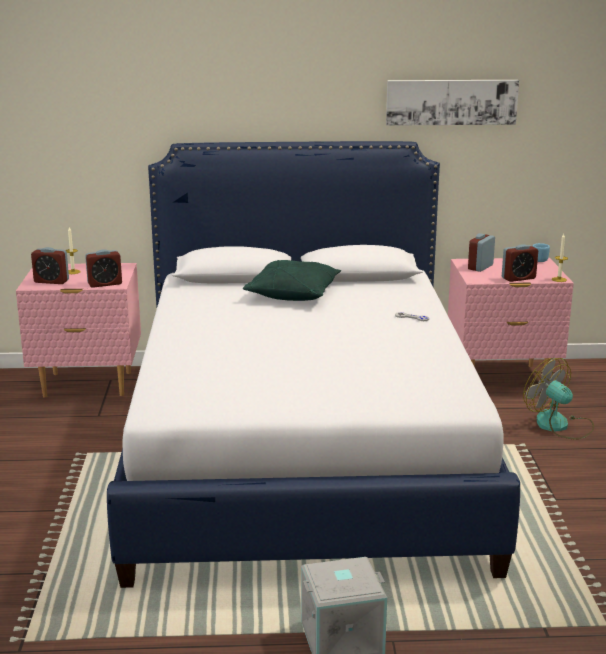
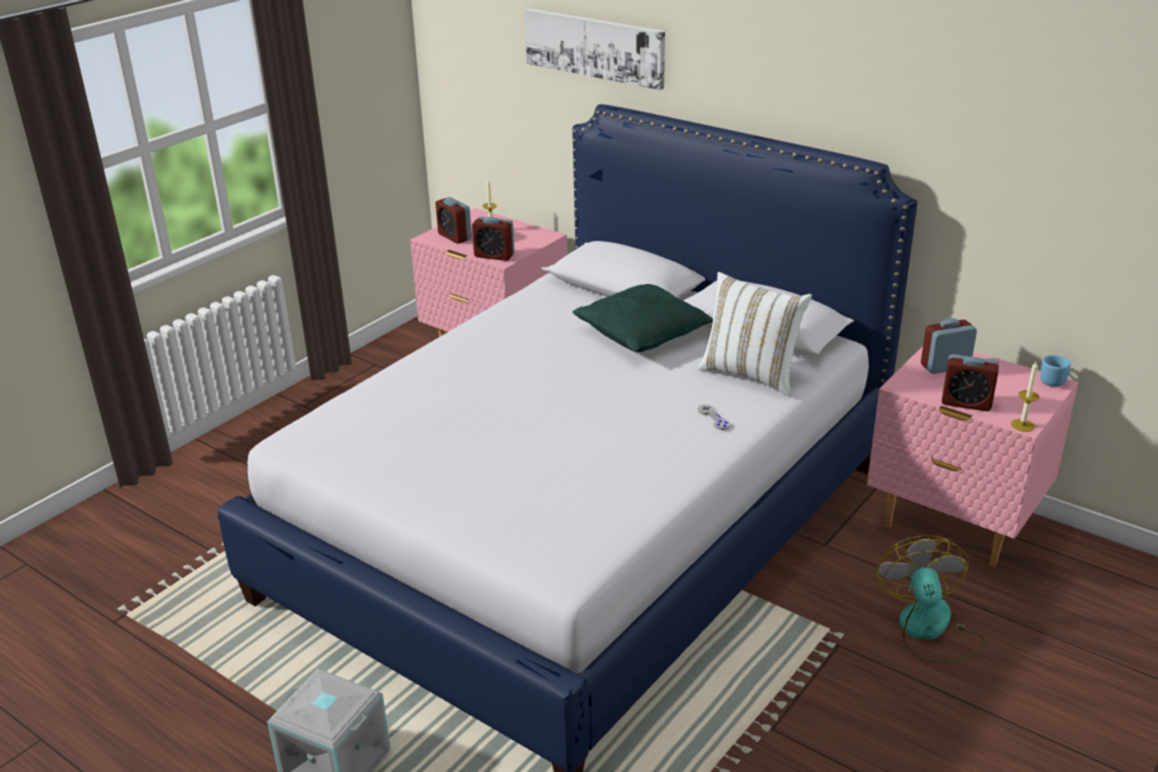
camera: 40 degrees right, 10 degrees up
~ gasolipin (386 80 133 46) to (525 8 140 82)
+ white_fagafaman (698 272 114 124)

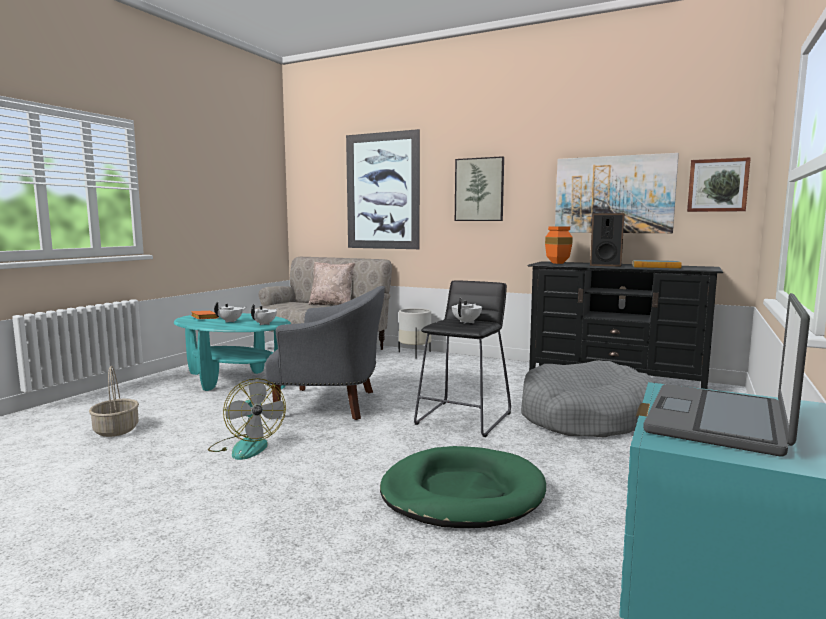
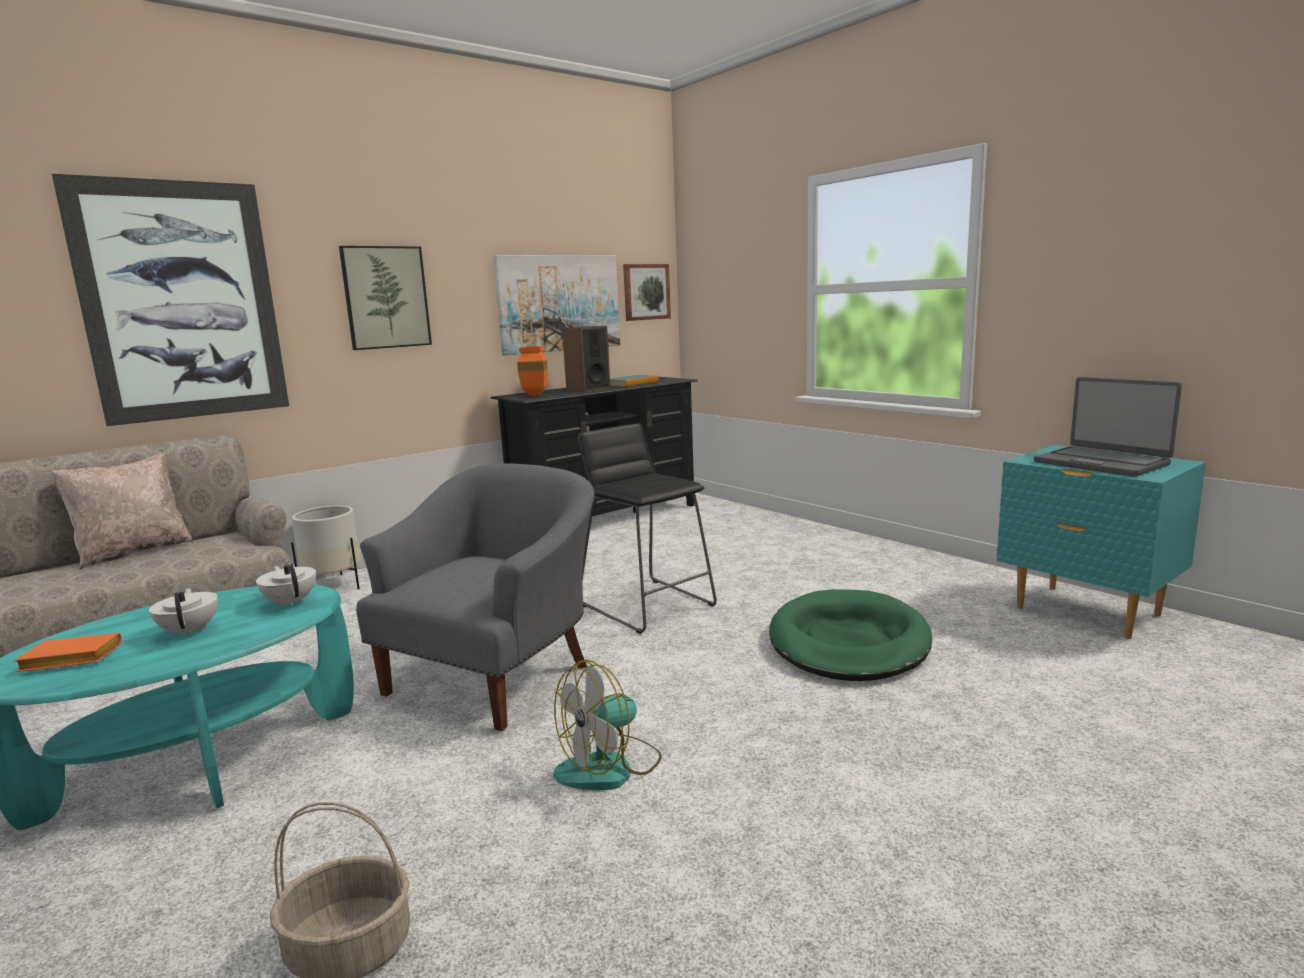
camera: 65 degrees left, 5 degrees up
~ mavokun (208 378 78 82) = (553 659 109 132) 150 degrees clockwise
- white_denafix (452 298 30 26)
- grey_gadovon (521 360 133 78)

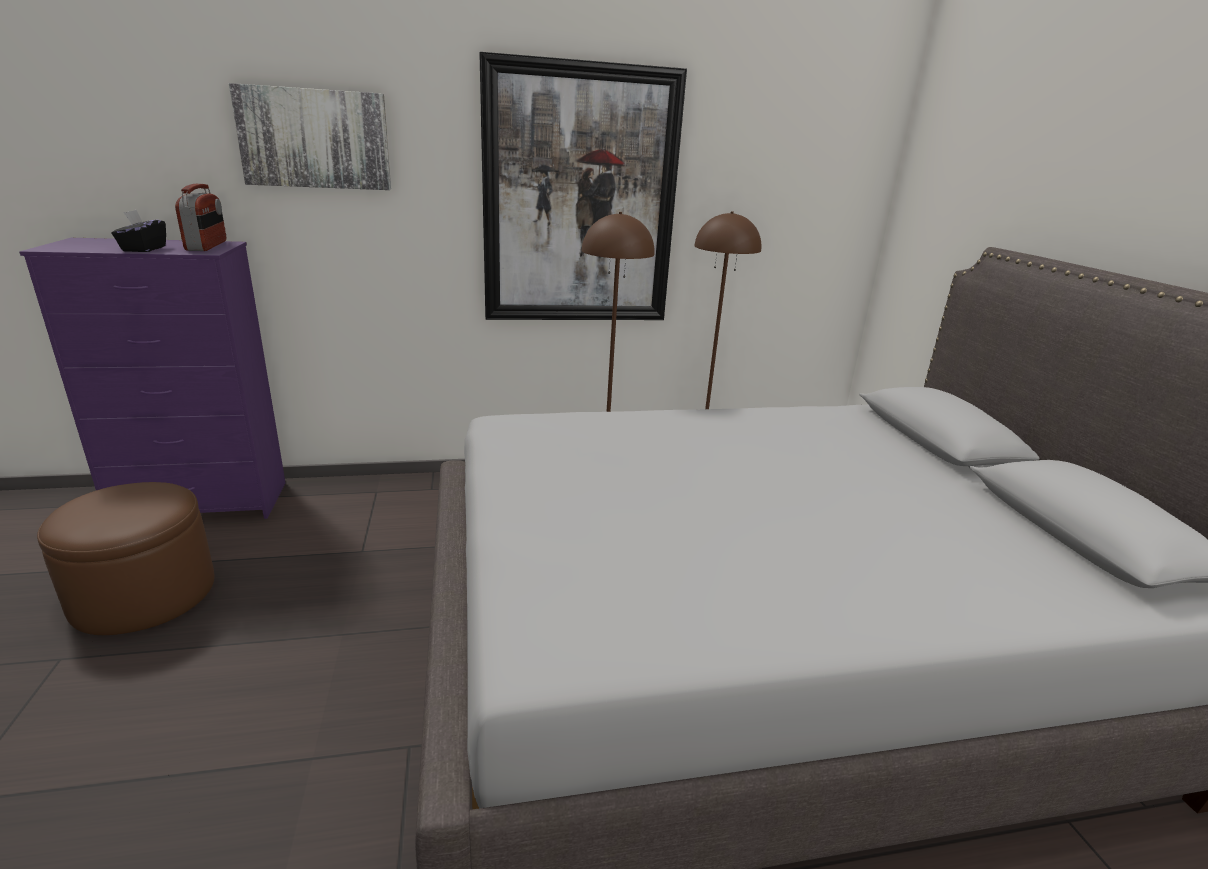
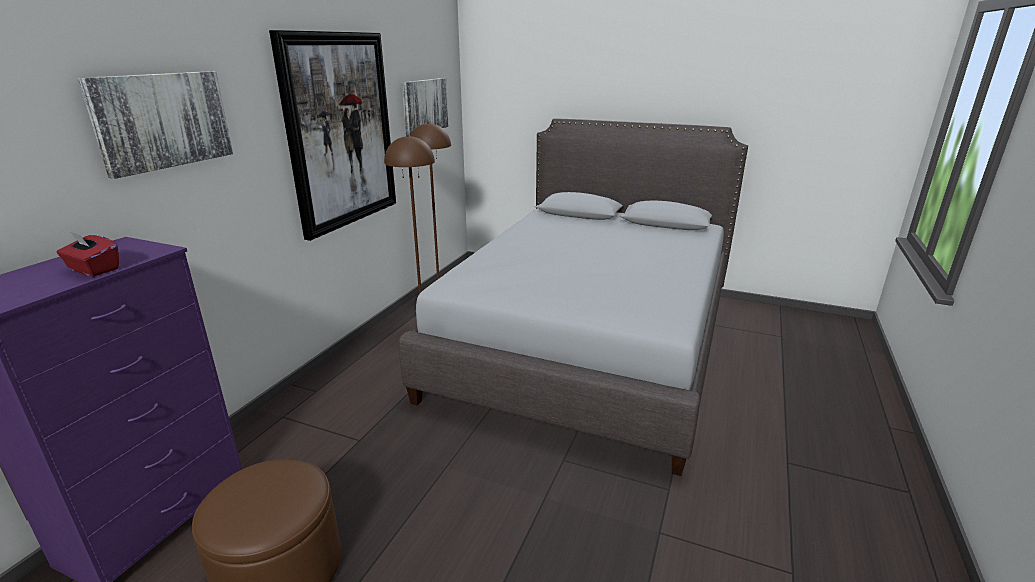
camera: 55 degrees left, 0 degrees up
~ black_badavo (111 210 55 42) to red_badavo (56 232 63 45)
- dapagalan (175 184 52 67)
+ gasolipin (402 78 47 58)

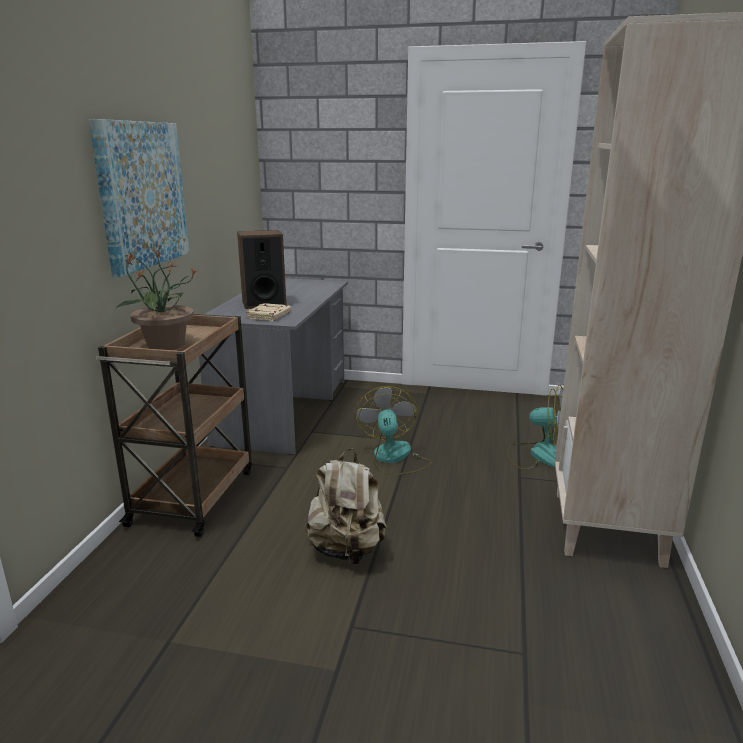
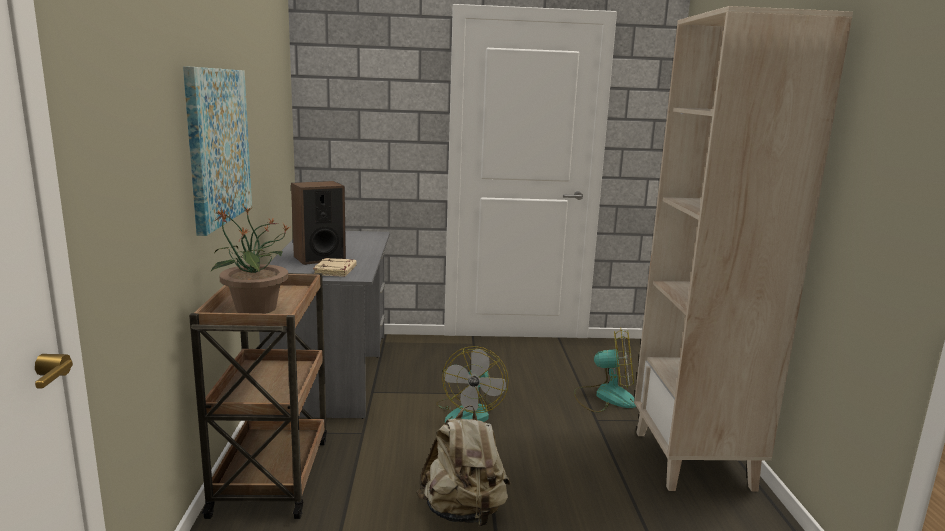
camera: 15 degrees left, 5 degrees down
~ mavokun (355 386 77 89) = (436 346 73 76) 150 degrees counterclockwise

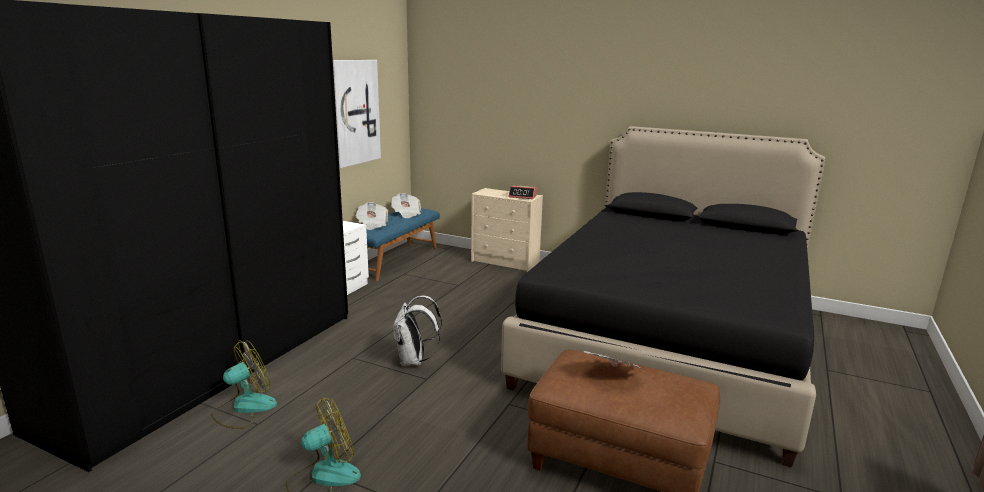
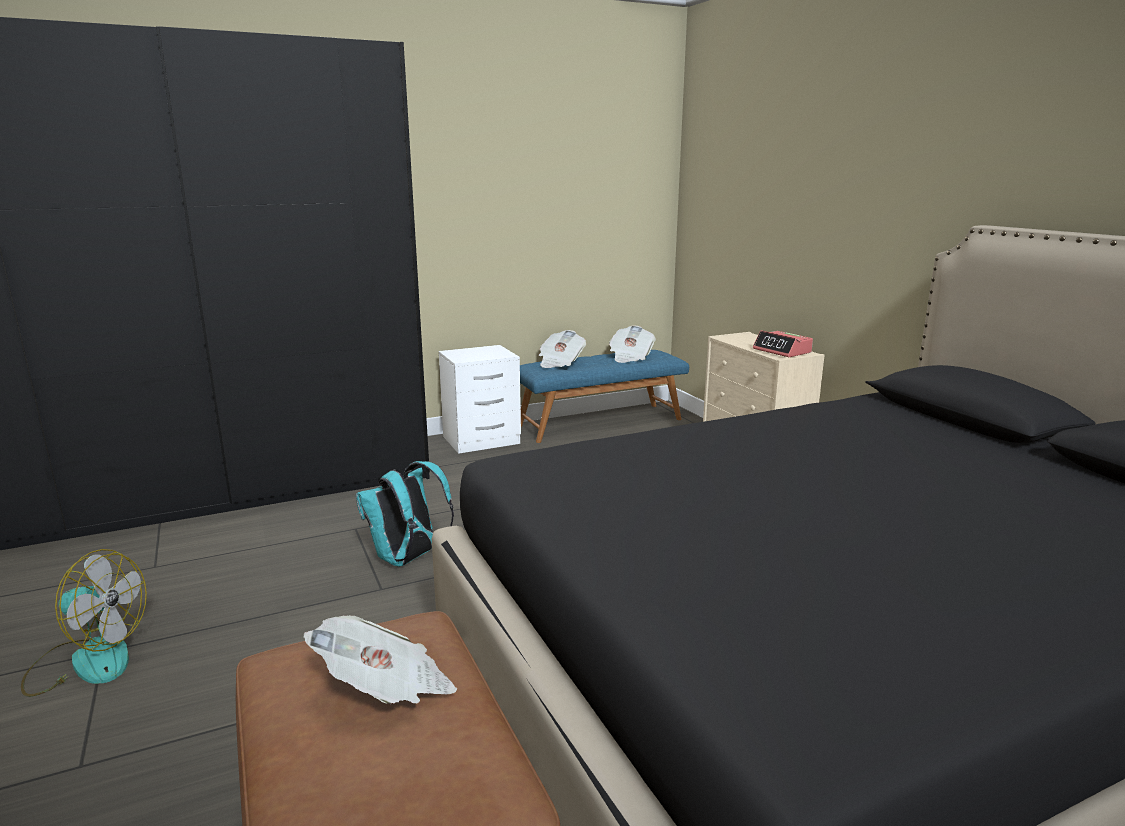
camera: 40 degrees right, 0 degrees up
- mavokun (211 340 66 89)
- gasolipin (333 60 48 108)
~ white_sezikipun (393 295 49 71) to turquoise_sezikipun (356 461 98 106)

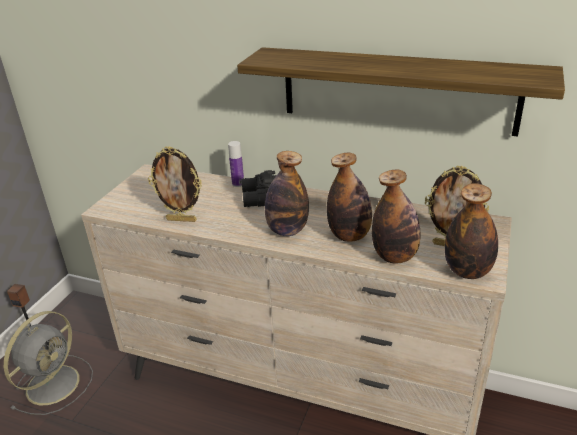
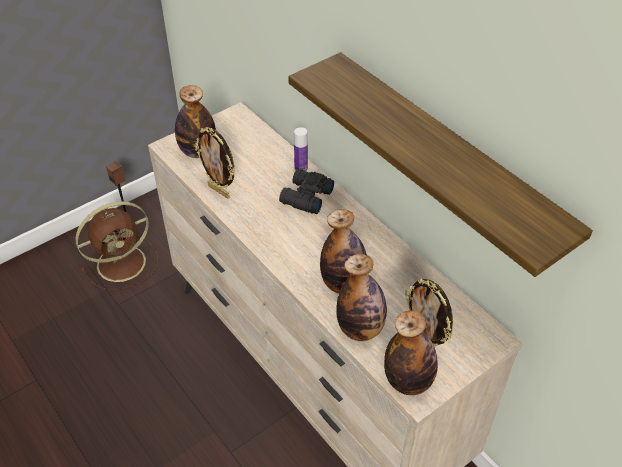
camera: 30 degrees right, 15 degrees up
~ grey_mavokun (4 311 89 104) to brown_mavokun (75 201 83 90)
~ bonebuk (265 151 44 85) to (175 85 41 73)

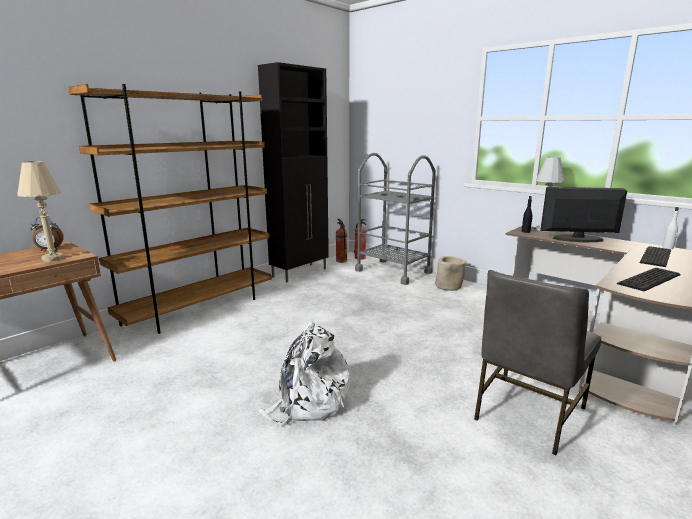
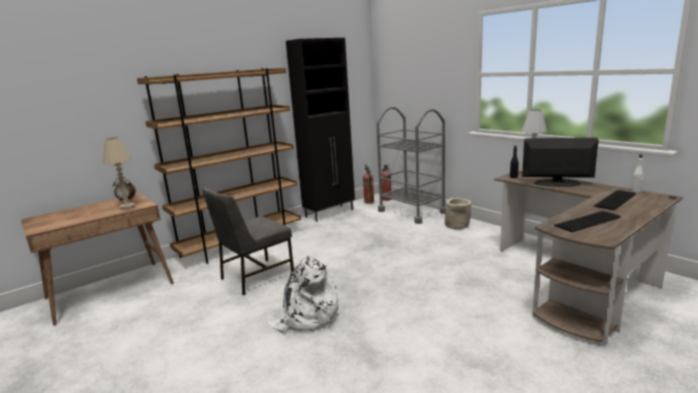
camera: 10 degrees right, 0 degrees up
~ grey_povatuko (474 270 127 185) to (203 188 92 107)

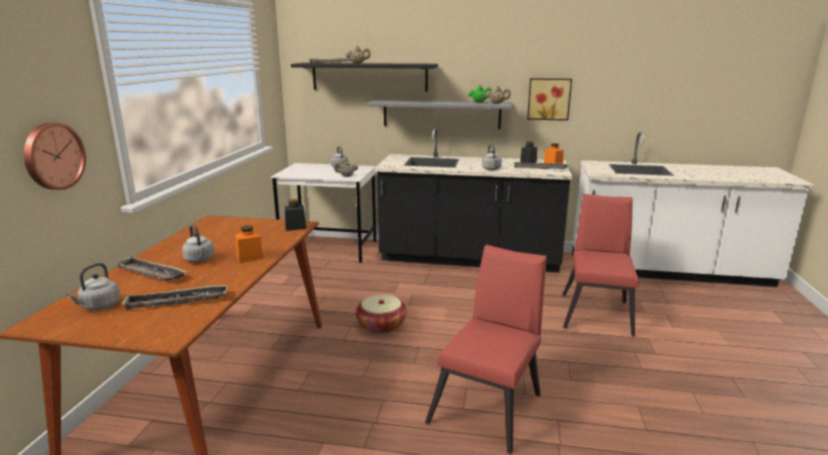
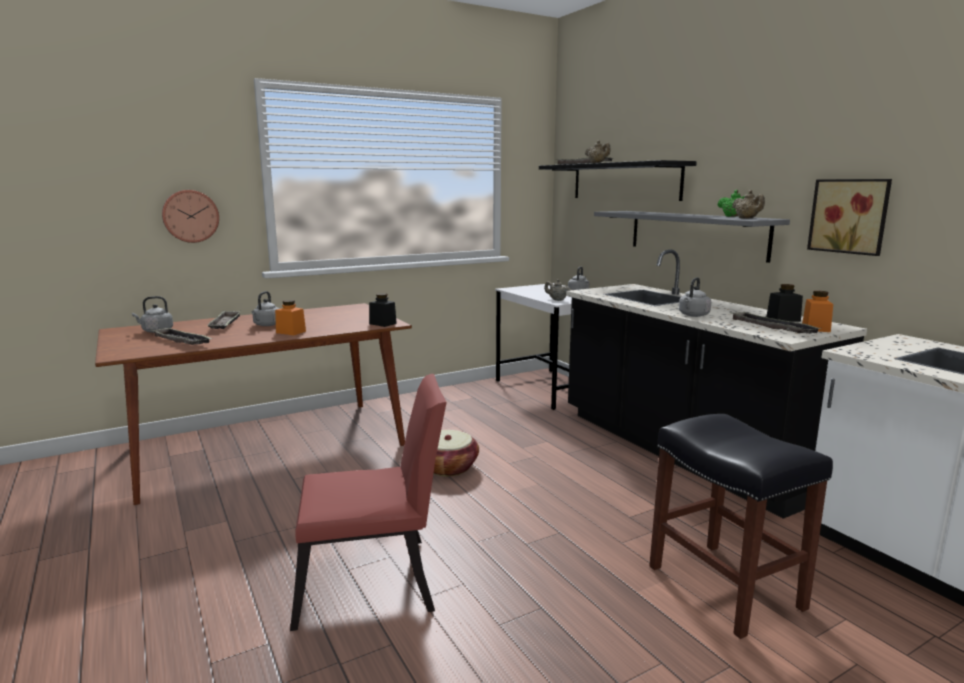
camera: 50 degrees right, 5 degrees down
~ red_povatuko (563 194 76 143) to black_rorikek (649 414 184 225)

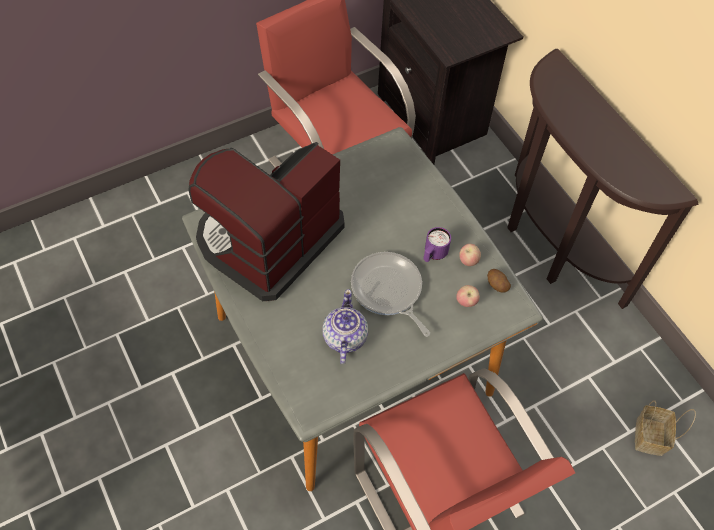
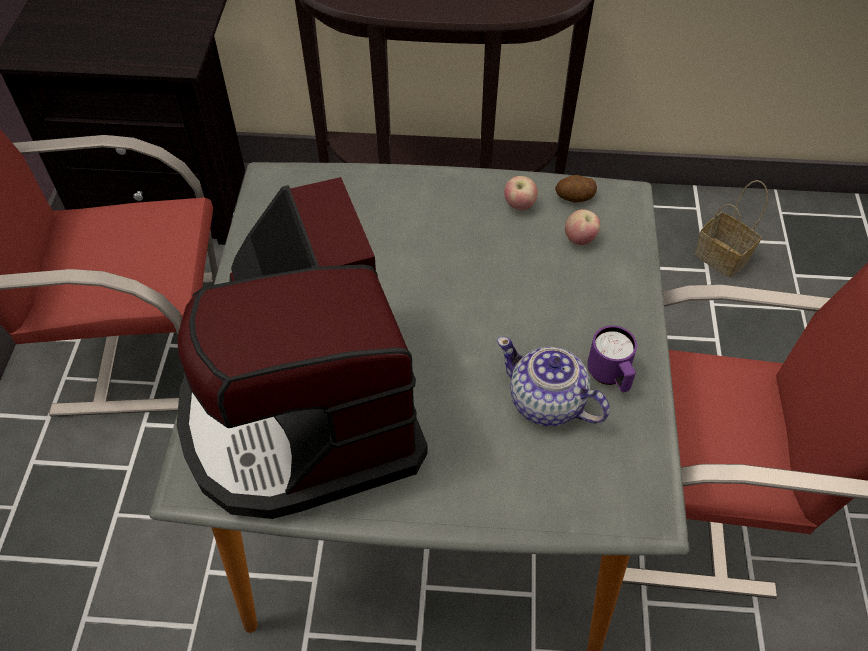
camera: 55 degrees left, 5 degrees down
- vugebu (351 252 79 85)
~ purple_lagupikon (424 227 27 35) to (587 325 50 67)

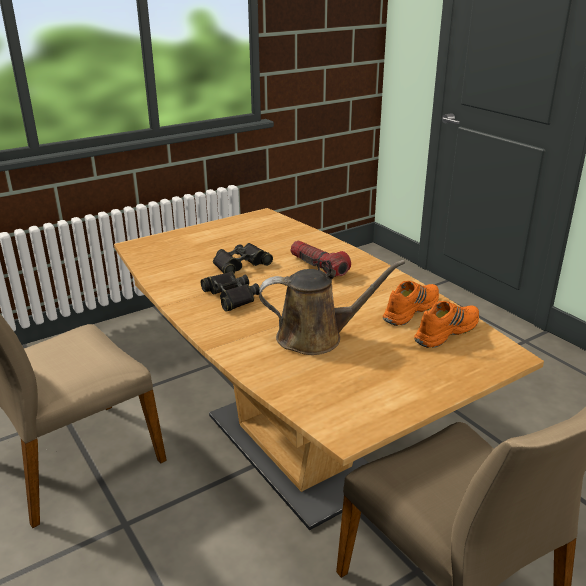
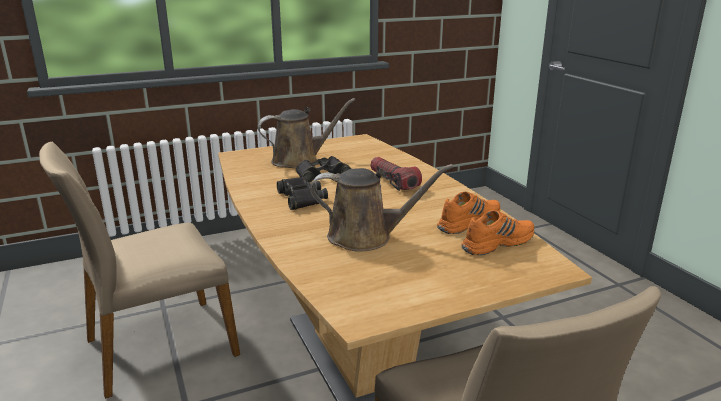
camera: 10 degrees right, 5 degrees down
+ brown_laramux (258 98 97 70)

